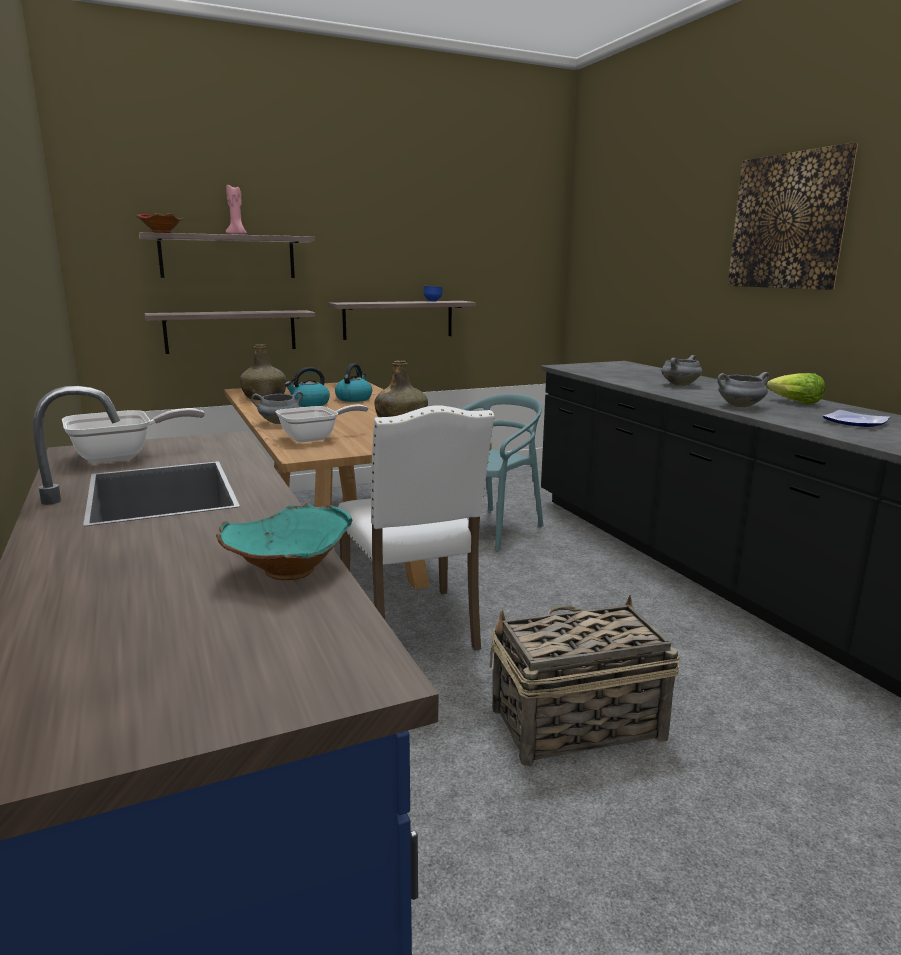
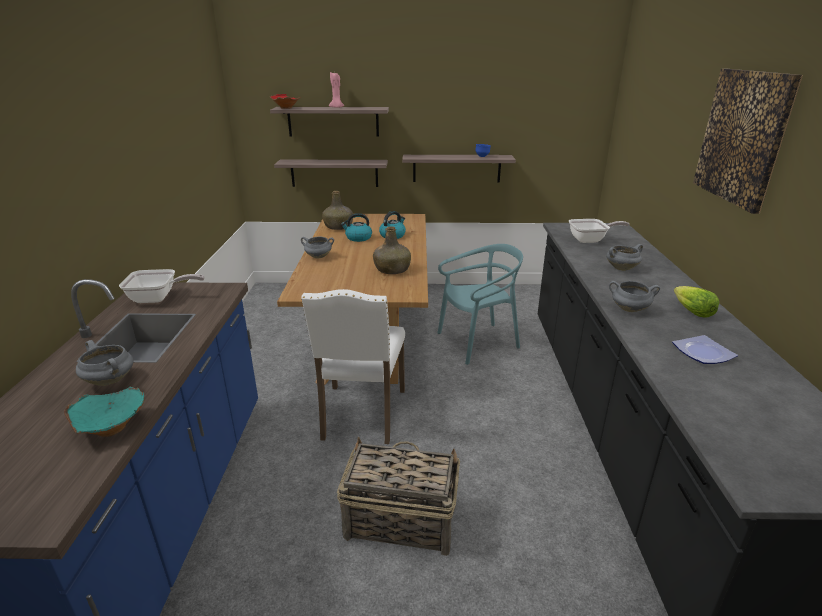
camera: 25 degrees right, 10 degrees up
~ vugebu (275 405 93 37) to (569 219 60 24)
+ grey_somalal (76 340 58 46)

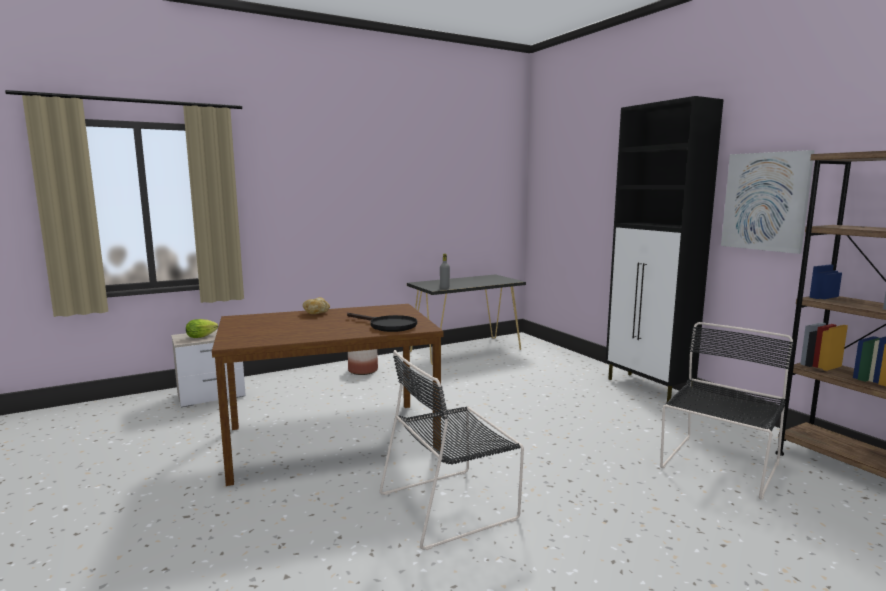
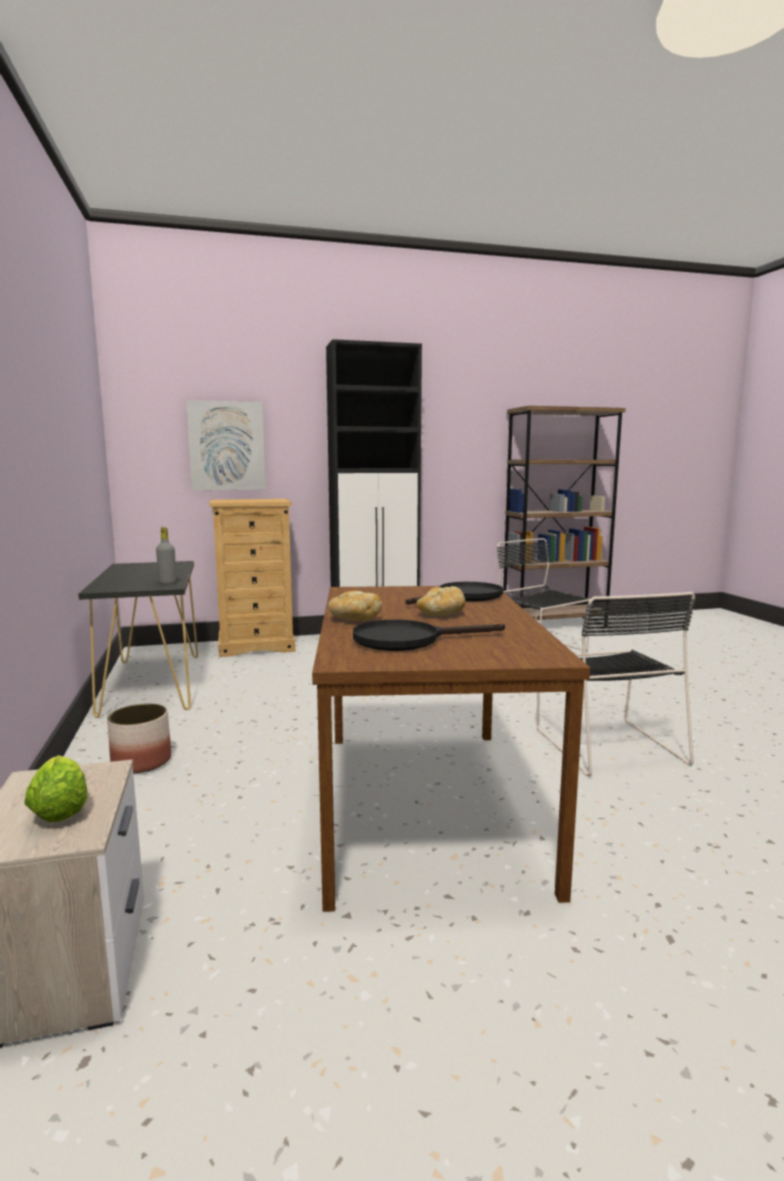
camera: 75 degrees left, 0 degrees up
~ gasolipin (721 150 94 104) to (186 400 80 90)
+ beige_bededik (209 499 87 158)
+ black_vugebu (353 620 152 31)
+ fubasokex (417 586 49 30)

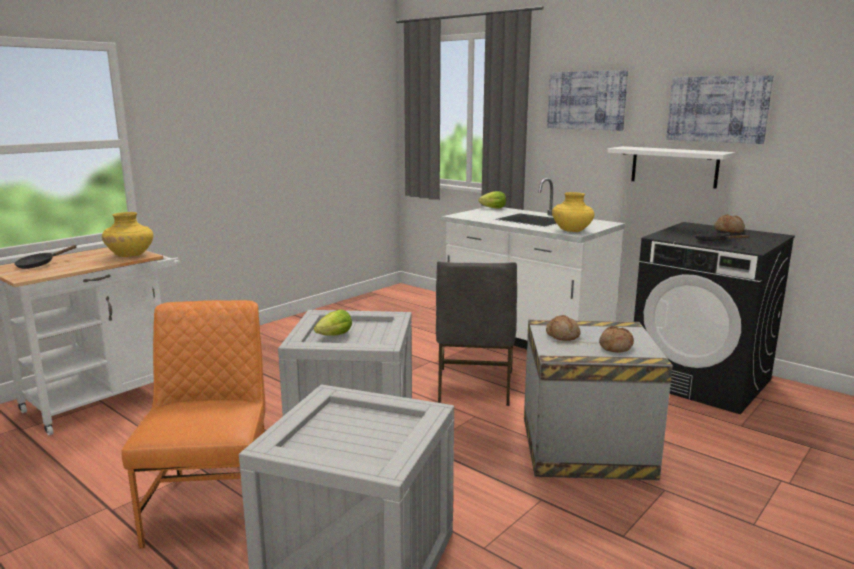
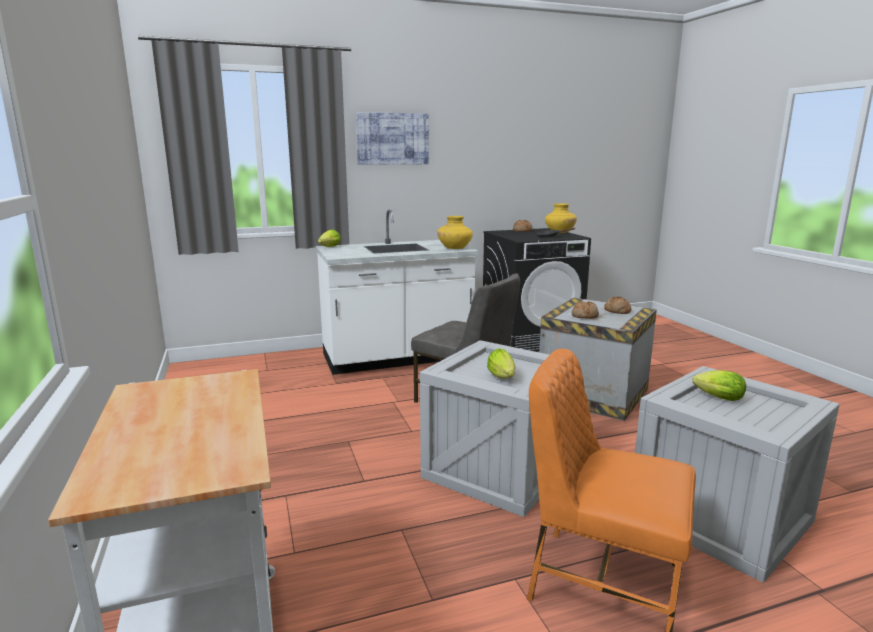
camera: 60 degrees left, 0 degrees up
- black_vugebu (14 245 63 24)
~ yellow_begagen (102 212 51 45) to (545 203 32 30)
- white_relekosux (607 146 129 42)
- gasolipin (666 75 107 69)
+ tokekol (692 370 54 31)

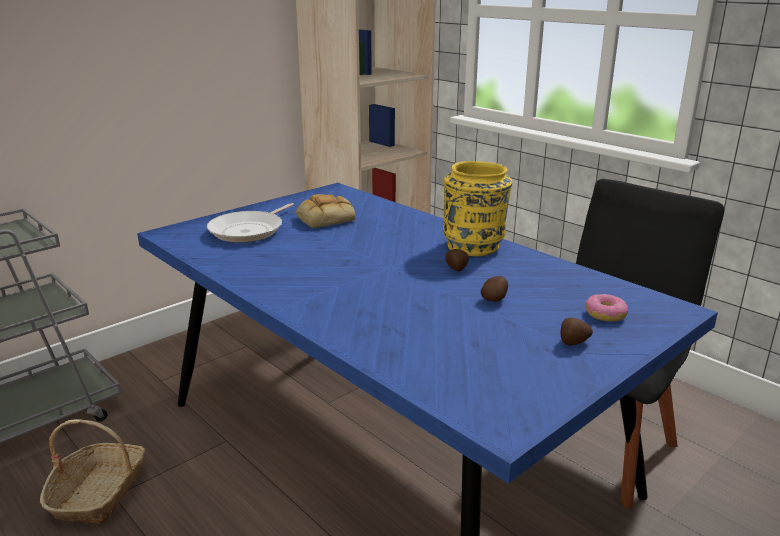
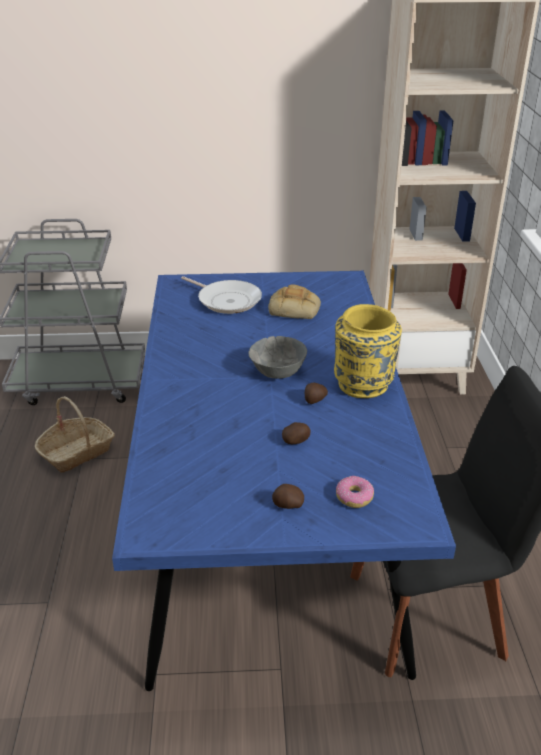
camera: 40 degrees right, 10 degrees up
~ vugebu (207 203 87 40) = (181 276 81 38) 120 degrees counterclockwise
+ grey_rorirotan (248 336 59 43)

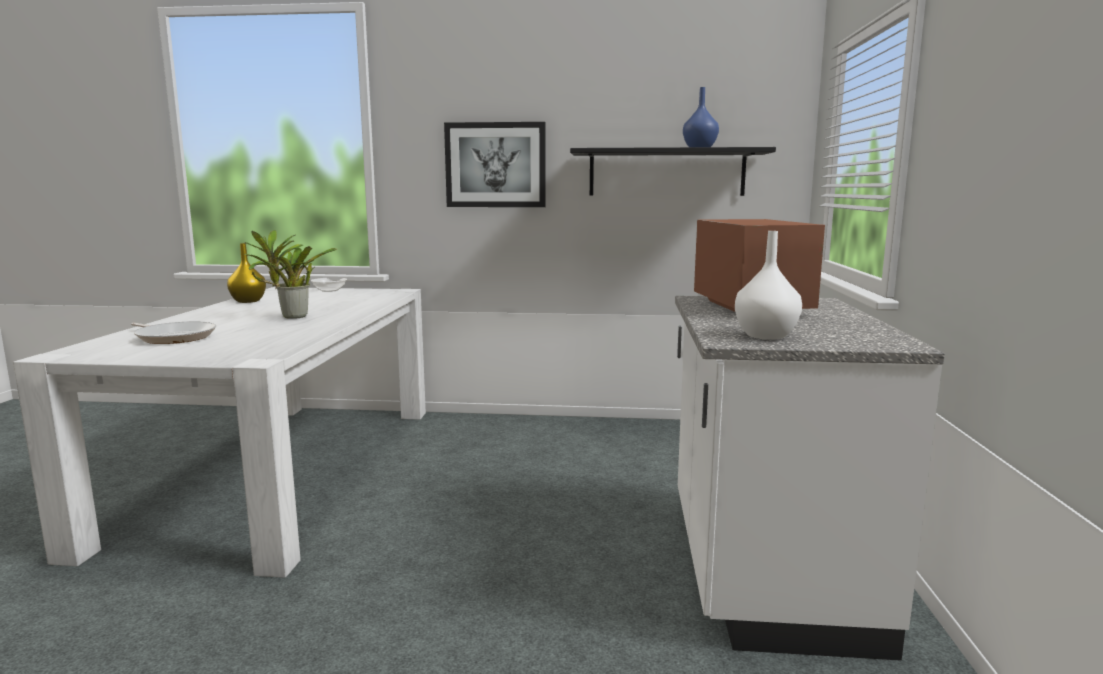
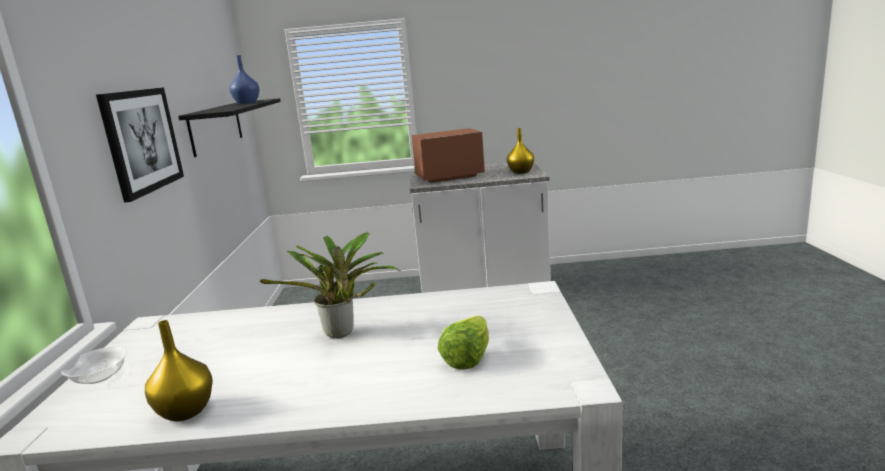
camera: 95 degrees left, 5 degrees up
~ vugebu (131 321 85 23) to tokekol (438 316 51 54)
~ white_begagen (735 231 67 109) to yellow_begagen (507 128 27 46)

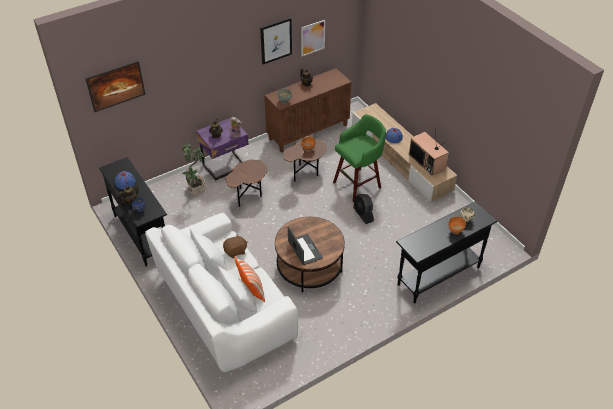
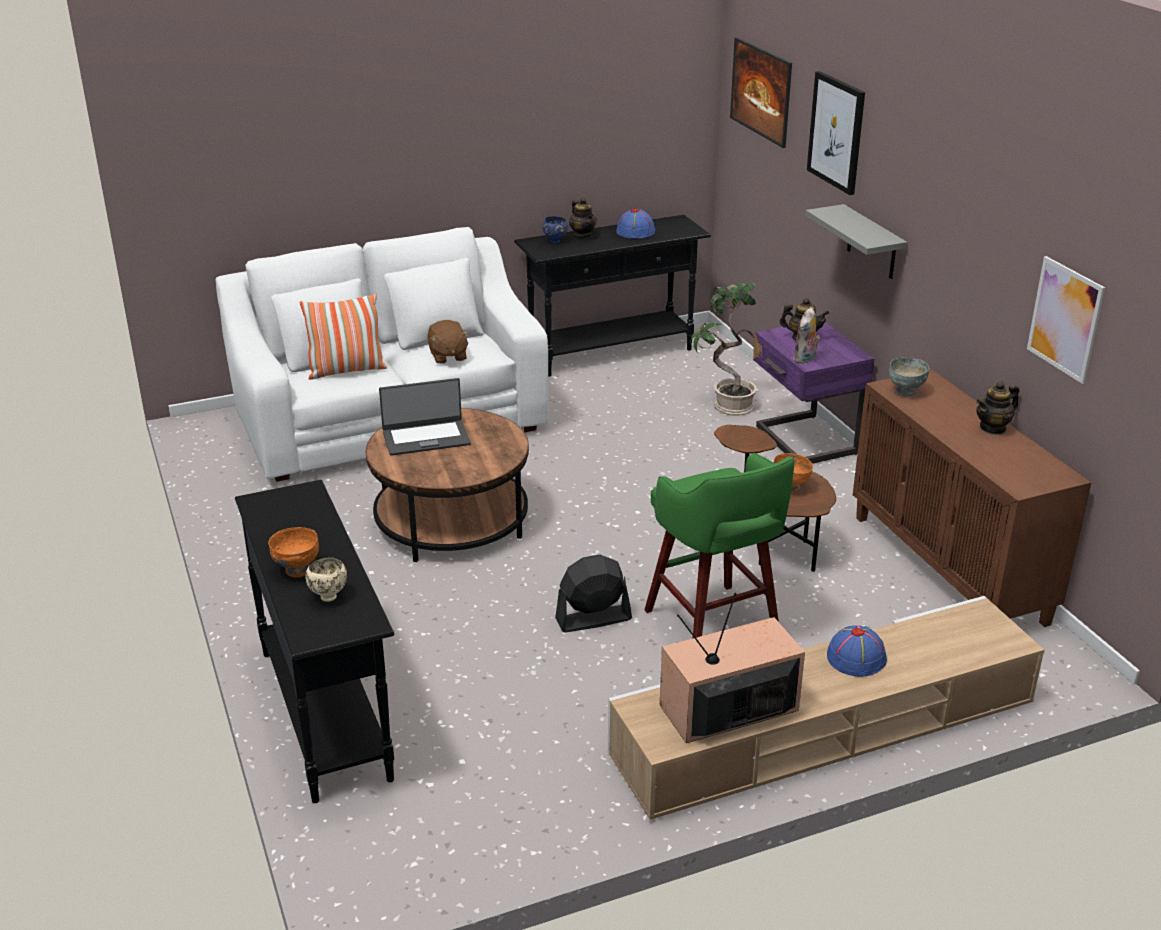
camera: 100 degrees right, 15 degrees down
- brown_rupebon (226 160 41 47)
~ gasolipin (260 17 32 48) to (807 71 58 124)
+ grey_relekosux (805 204 102 75)

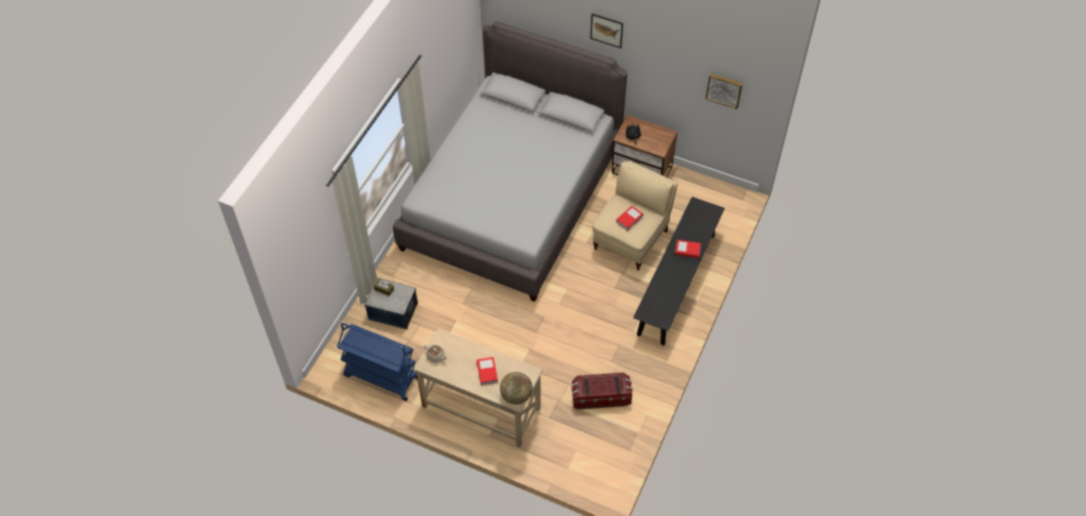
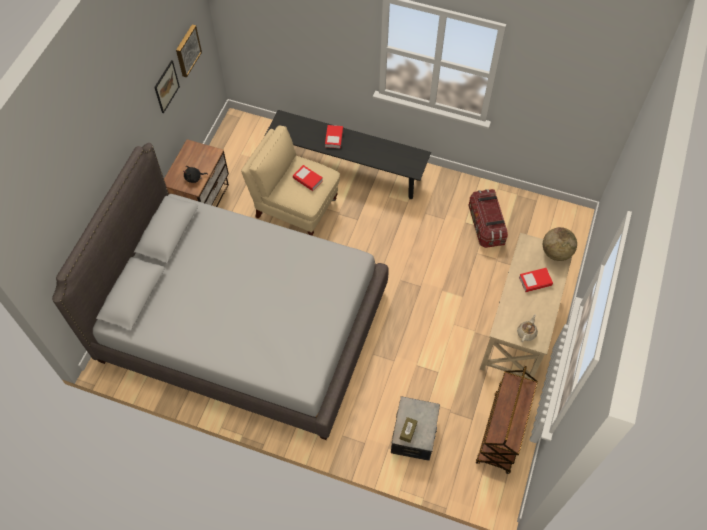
camera: 95 degrees left, 5 degrees up
~ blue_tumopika (337 323 80 78) to brown_tumopika (476 366 62 108)
~ gasolipin (590 13 33 35) to (154 60 26 53)

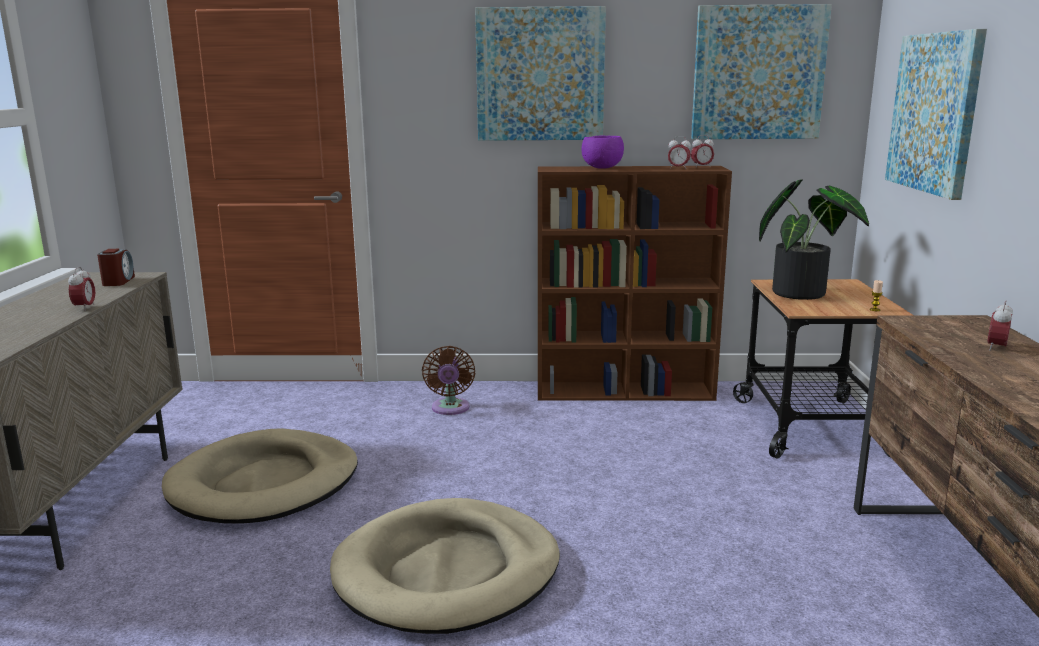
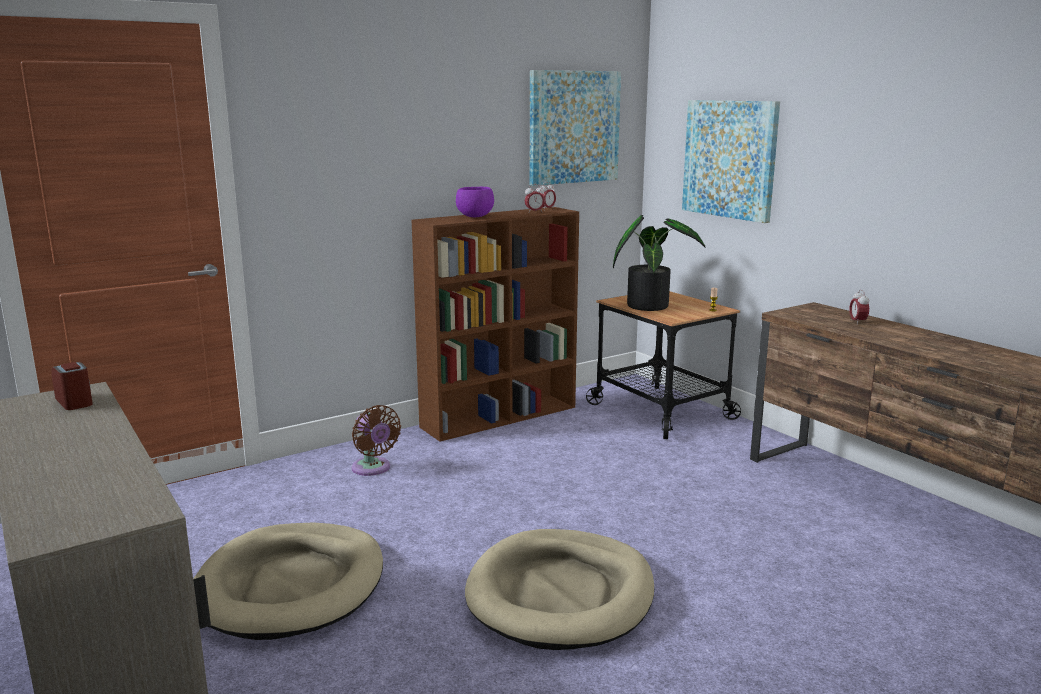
camera: 35 degrees left, 0 degrees up
- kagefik (68 267 27 44)
- gasolipin (475 6 131 135)

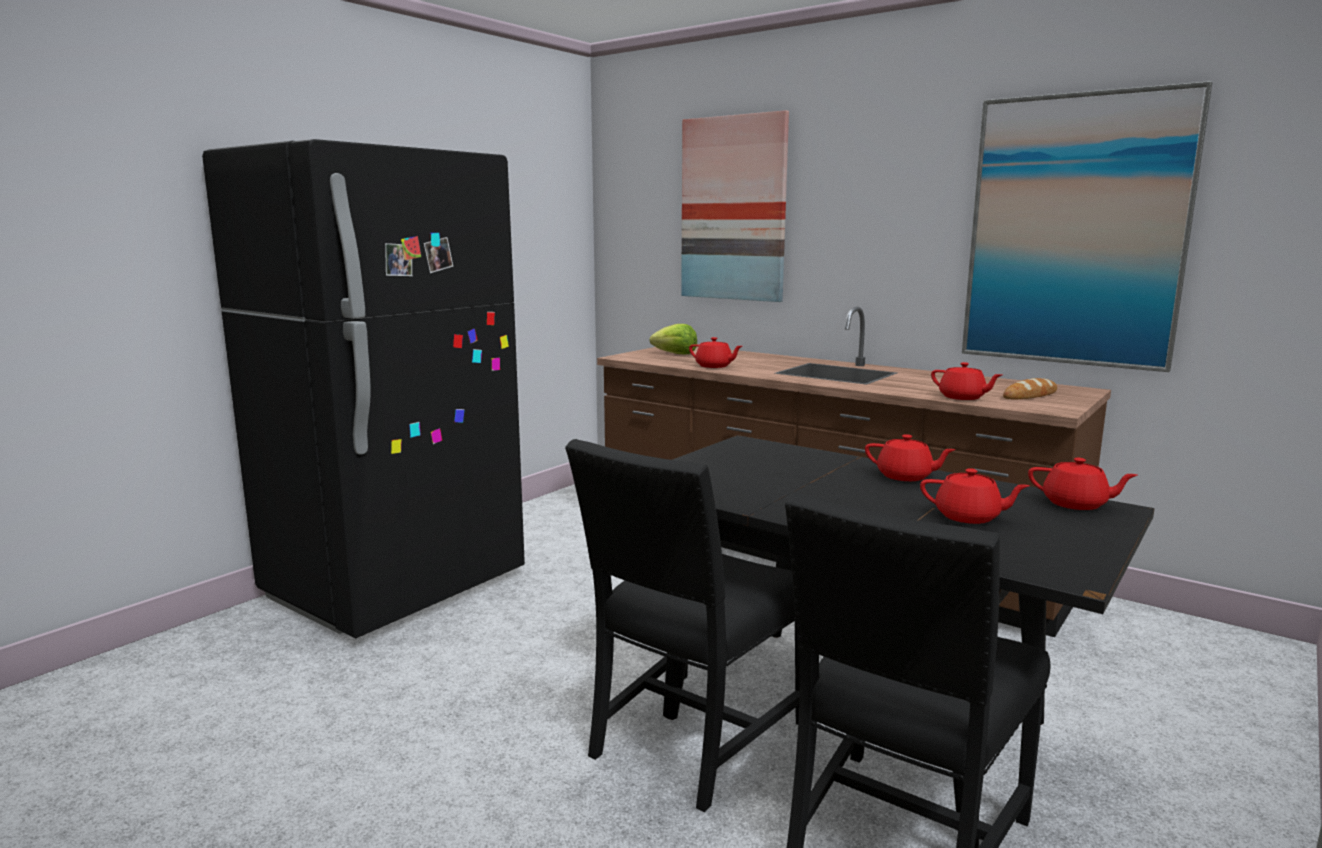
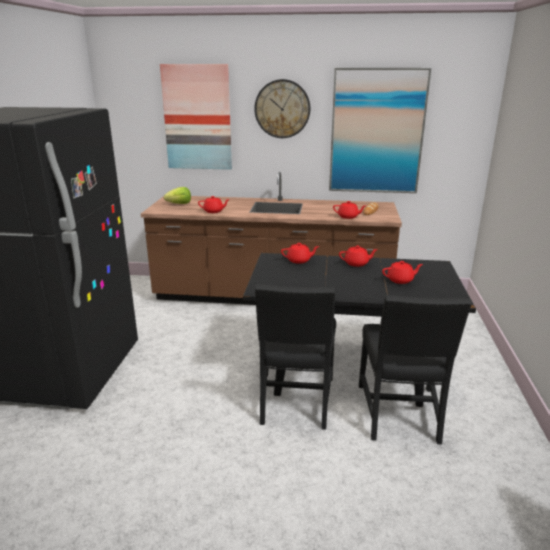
camera: 30 degrees left, 10 degrees up
~ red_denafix (1028 458 109 52) to (281 243 39 21)
+ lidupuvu (254 79 56 59)

